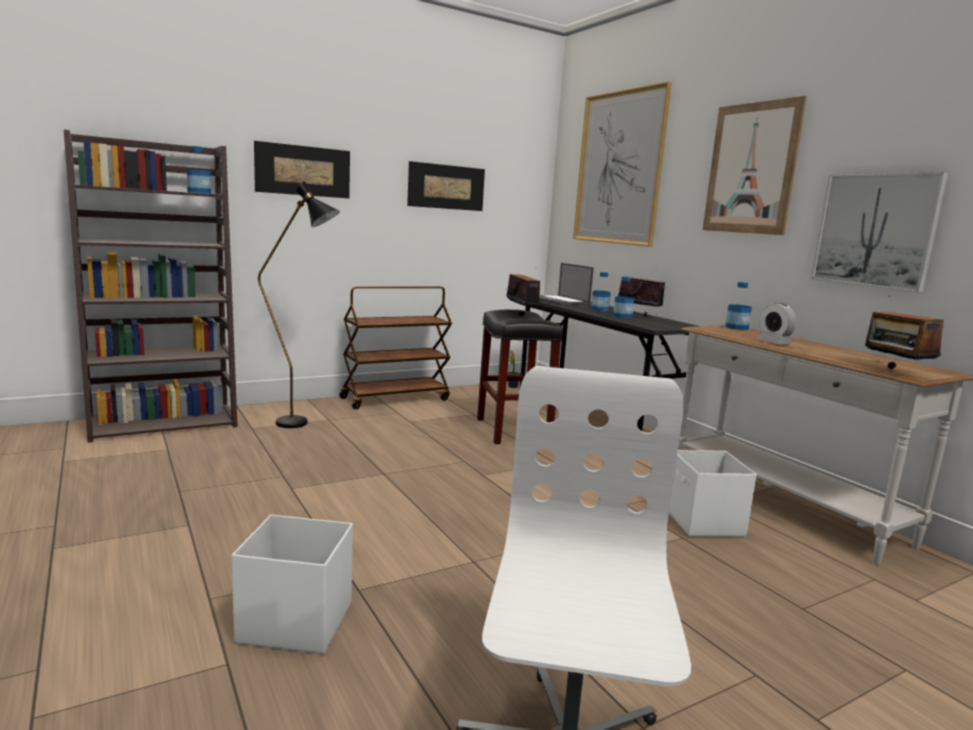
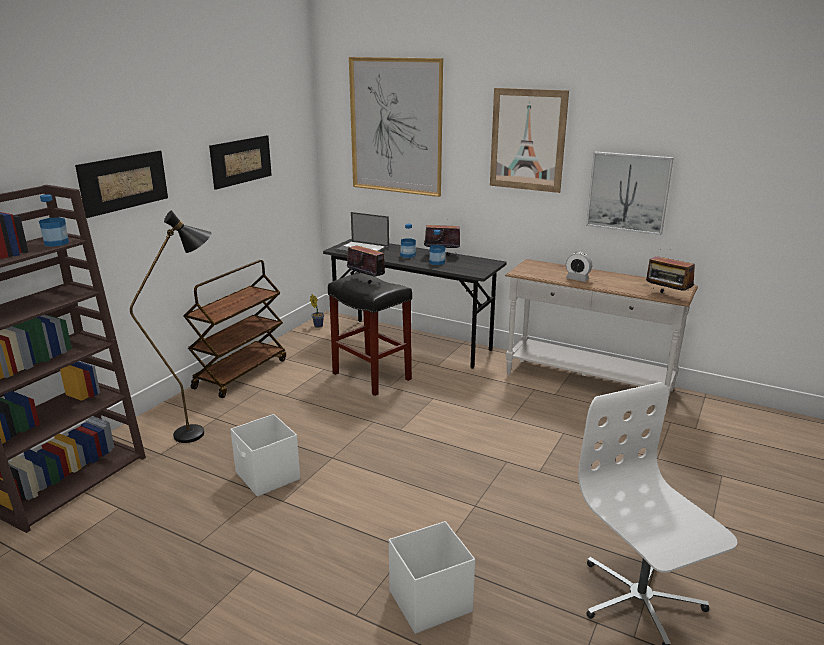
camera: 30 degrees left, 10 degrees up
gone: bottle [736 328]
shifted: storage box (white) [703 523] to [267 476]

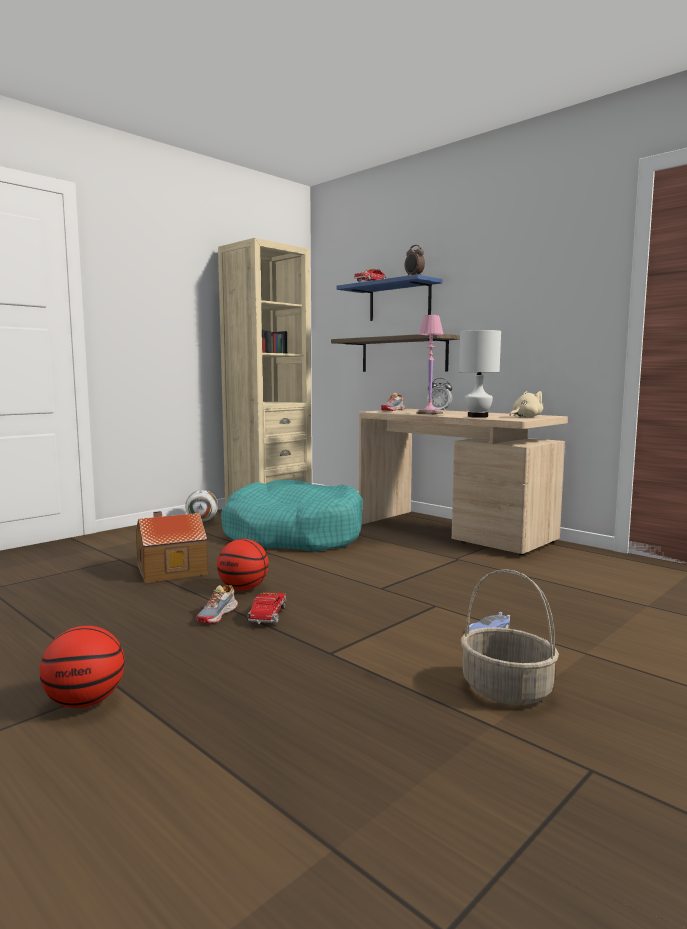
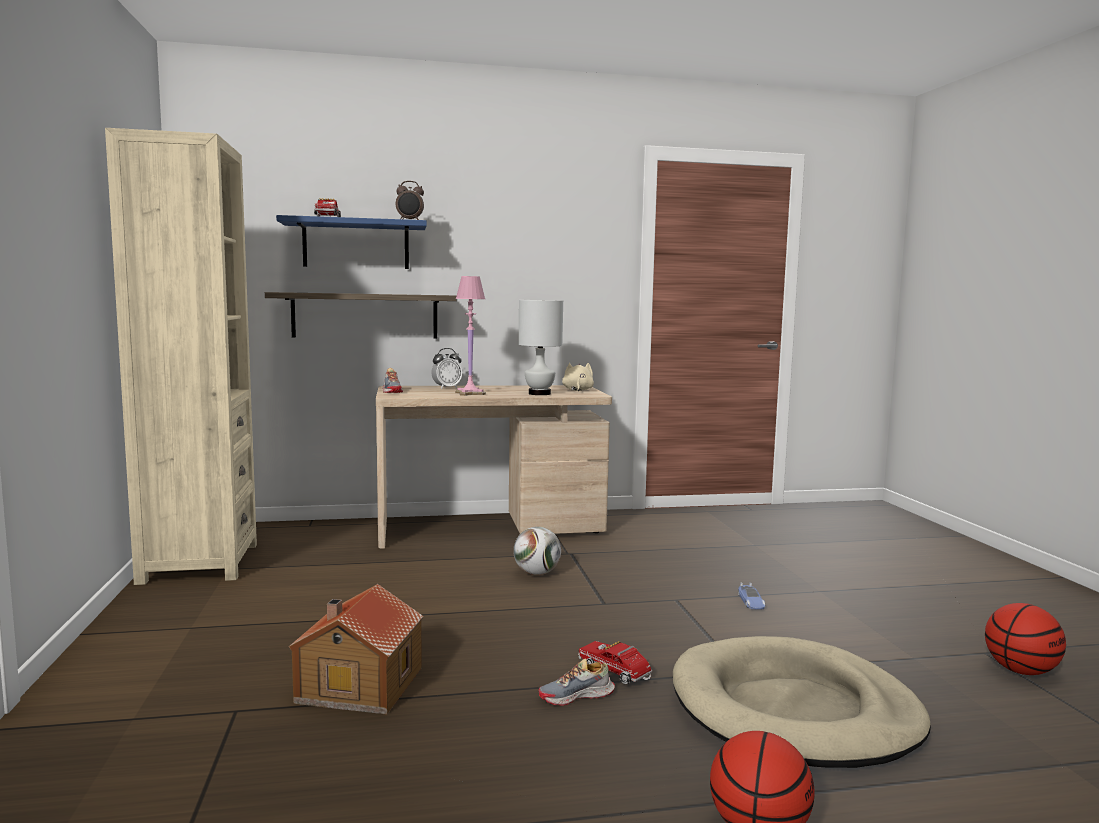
camera: 55 degrees left, 0 degrees up
gone: dog bed (turquoise) [293 535]; basket [505 689]
new: dog bed (beige) [794 710]
shifted: football [202 521] to [537 573]; basketball [243 588] to [1020 671]
rotated: shoe [218 615] = [577 696] 105 degrees clockwise

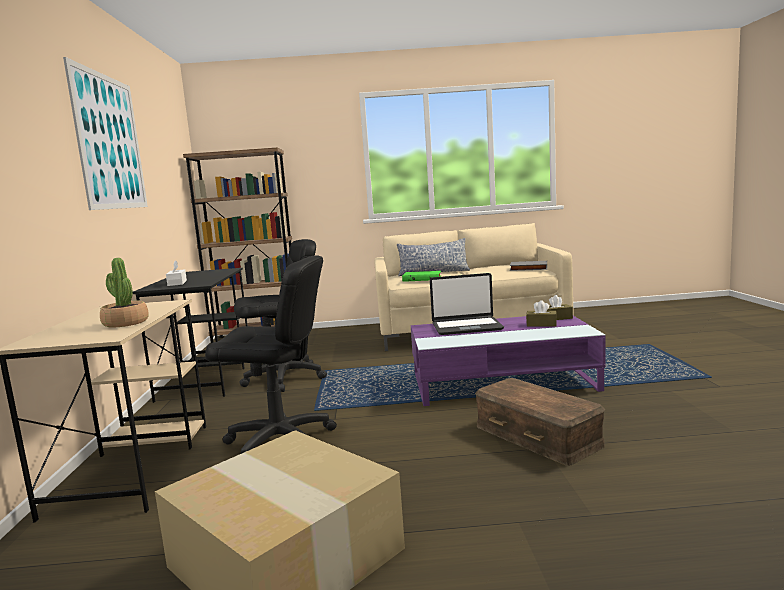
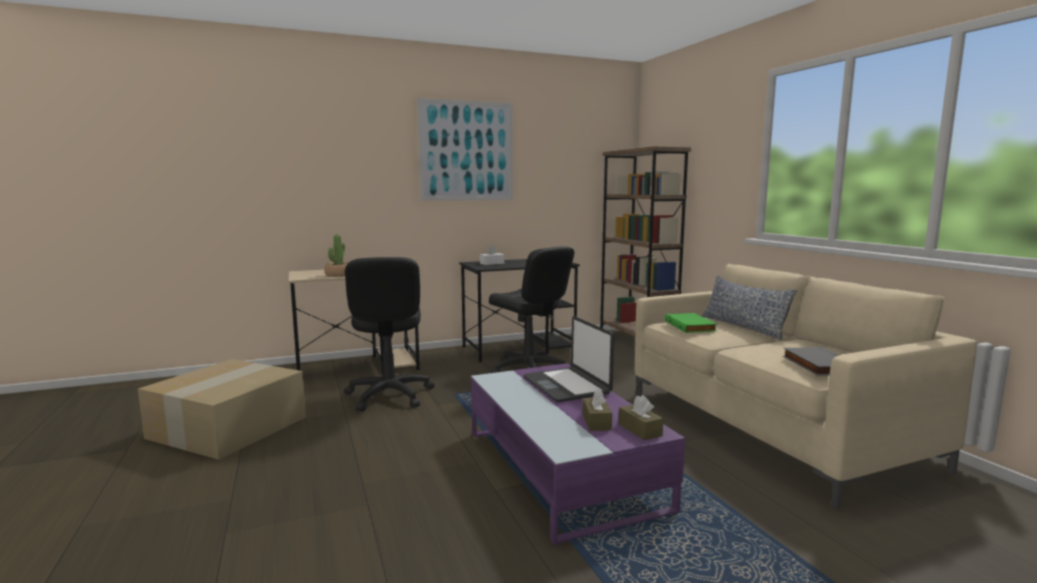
camera: 70 degrees right, 0 degrees up
gone: storage box (brown) [538 435]

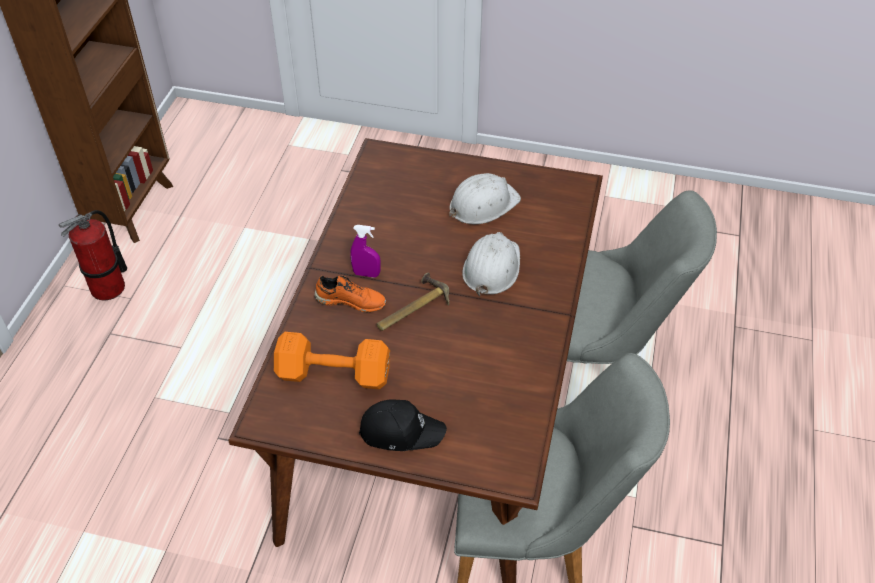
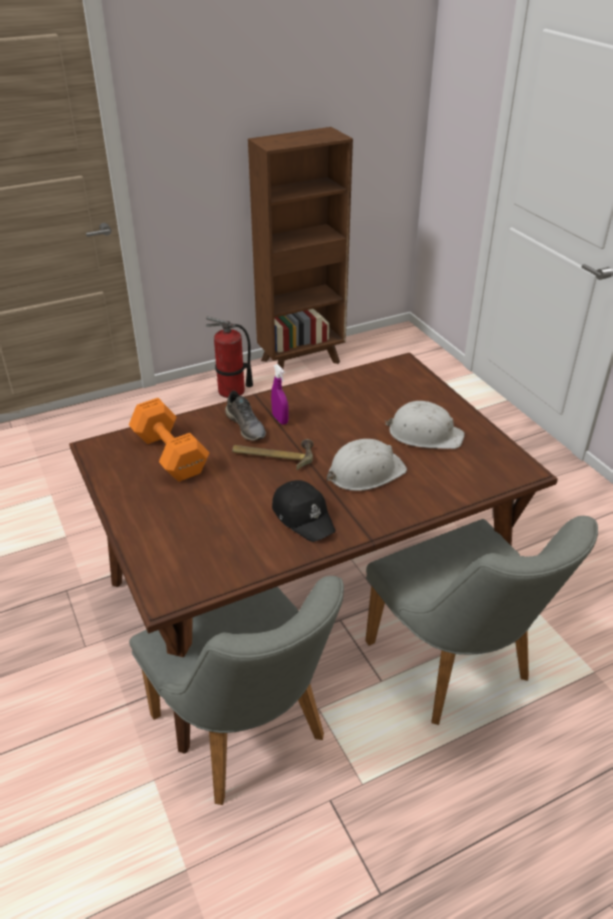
camera: 50 degrees right, 10 degrees down
shifted: cap (black) [400 431] to [303 516]
repainted: shoe (orange) [351 301] to shoe (grey) [246 426]

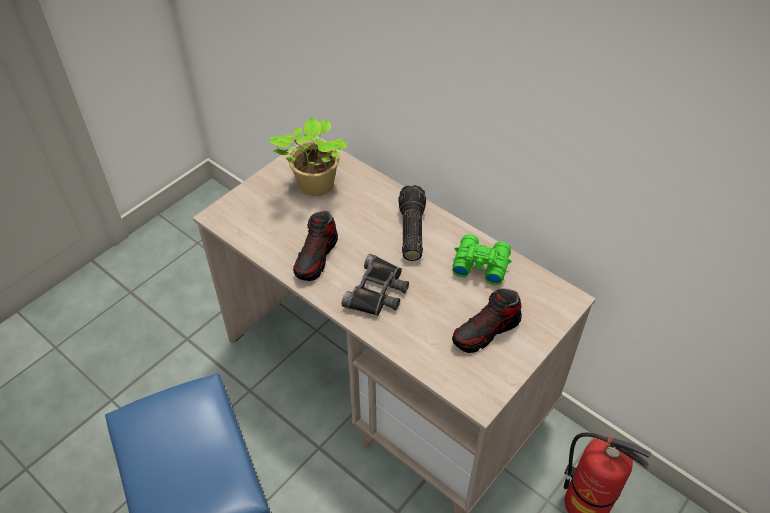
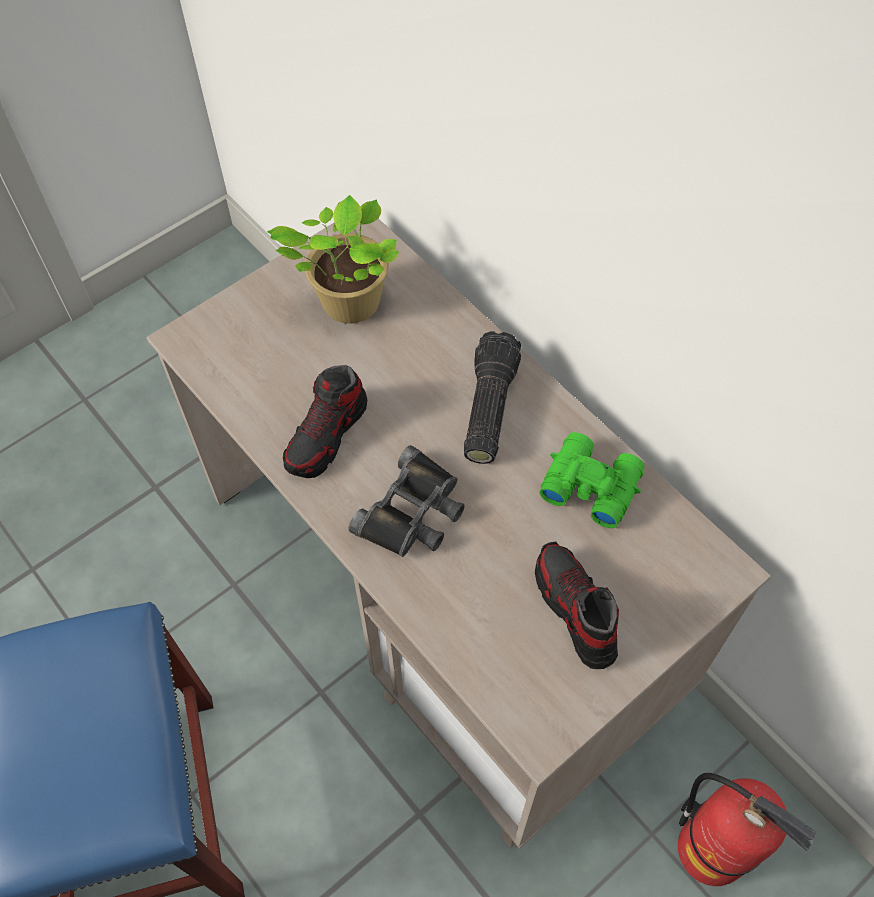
camera: 10 degrees right, 10 degrees up
rotated: shoe [486 331] = [575 610] 90 degrees clockwise

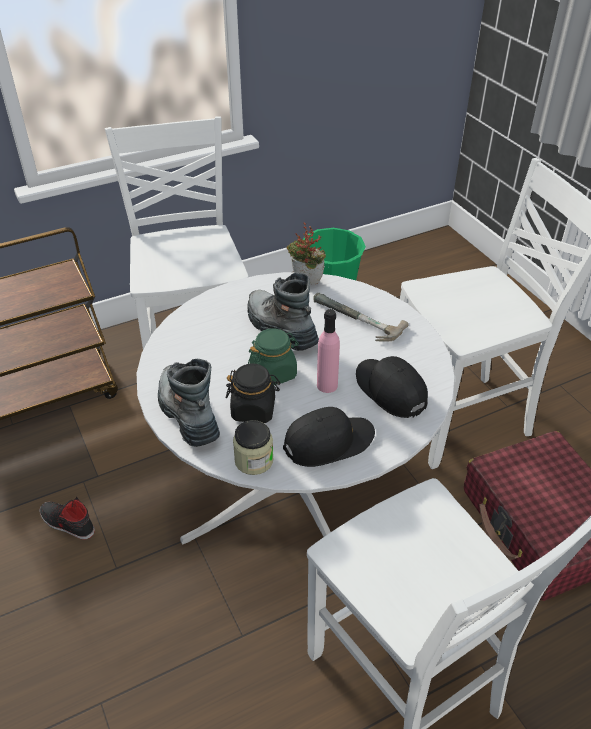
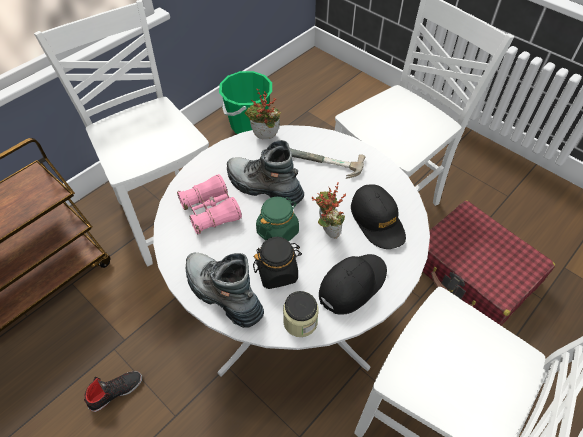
camera: 20 degrees left, 10 degrees up
new: binoculars (pink) [210 211]
swapped: bottle (pink) [327 385] to potted plant [326 231]
rotated: cap (black) [390 390] = [377 221] 150 degrees counterclockwise; shoe (black) [67 523] = [116 391] 135 degrees clockwise

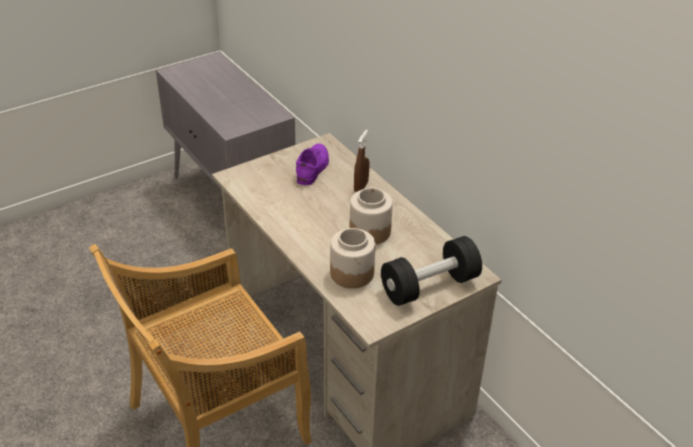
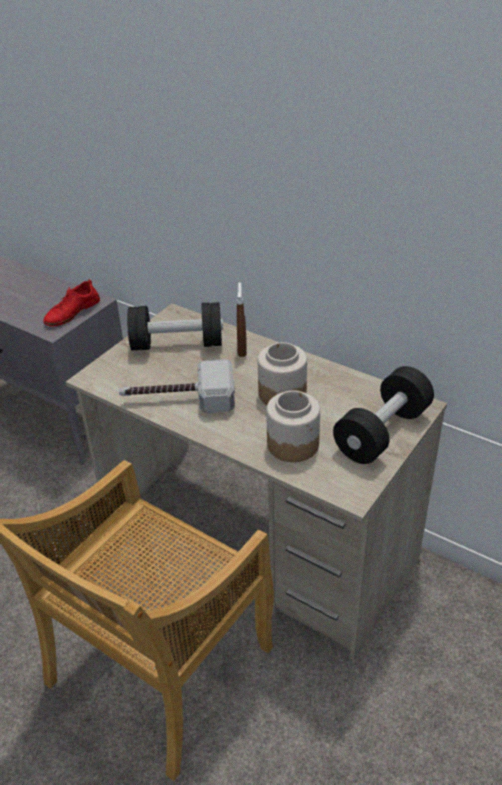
camera: 20 degrees left, 0 degrees up
new: shoe (red) [72 312]; hammer [178 399]
swapped: shoe (purple) [312 168] to dumbbell (black) [177 344]

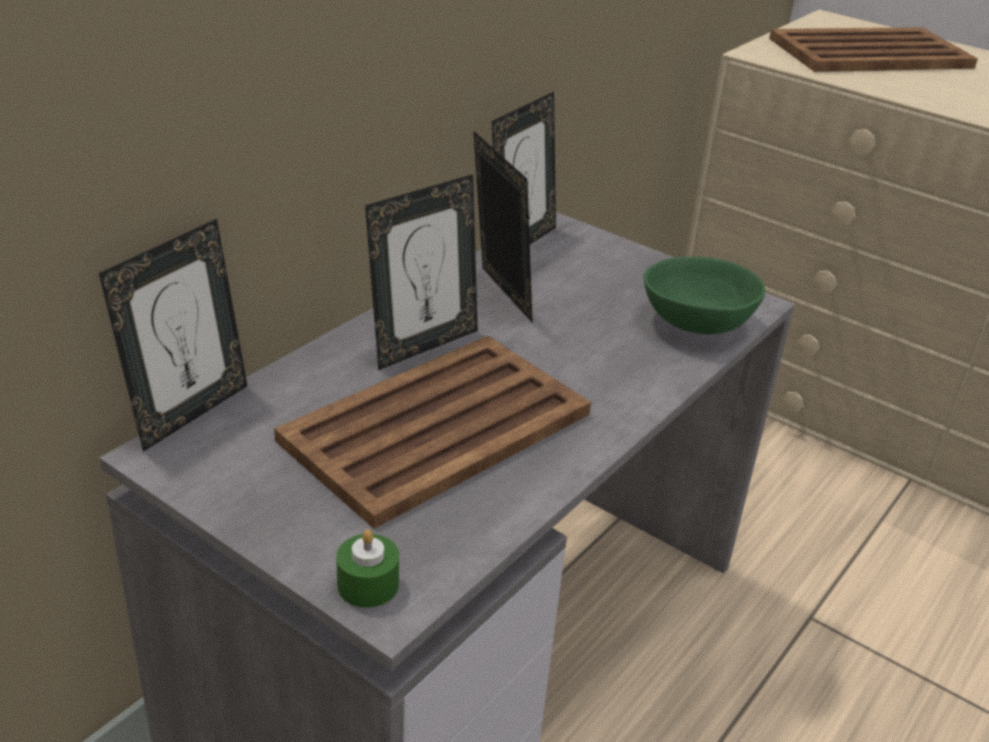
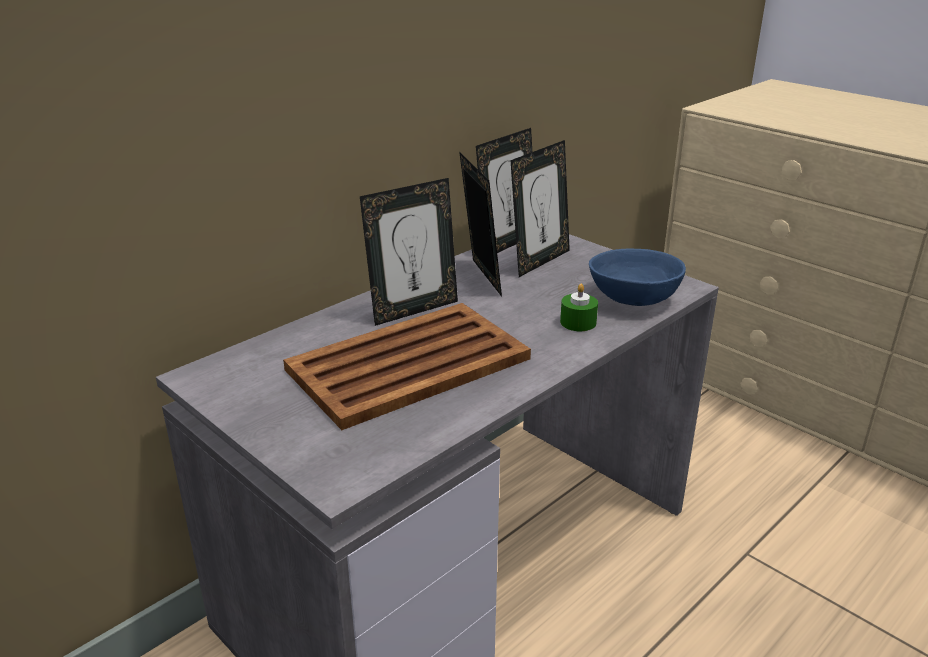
camera: 10 degrees right, 5 degrees down
gone: tray (brown) [872 53]
shifted: picture frame [189 413] to [539 261]; candle (green) [368 584] to [578 322]
repainted: bowl (green) [699 323] to bowl (blue) [635 299]

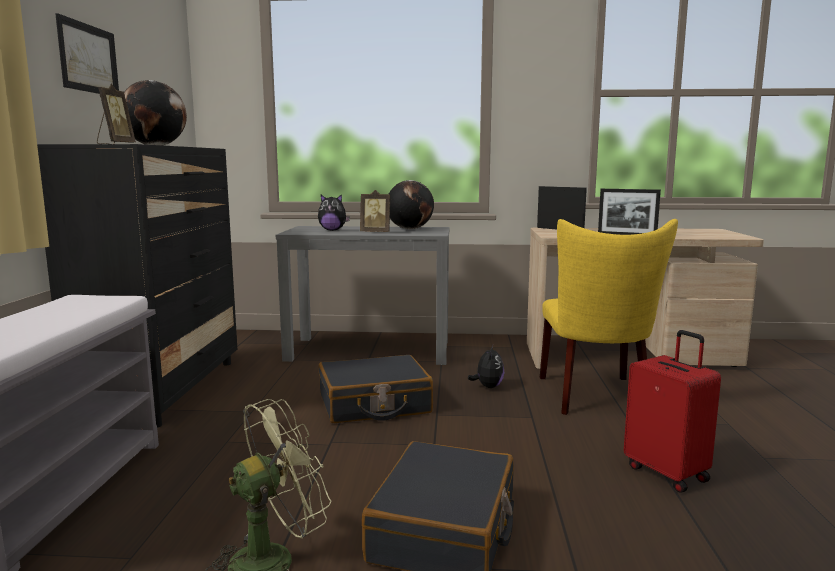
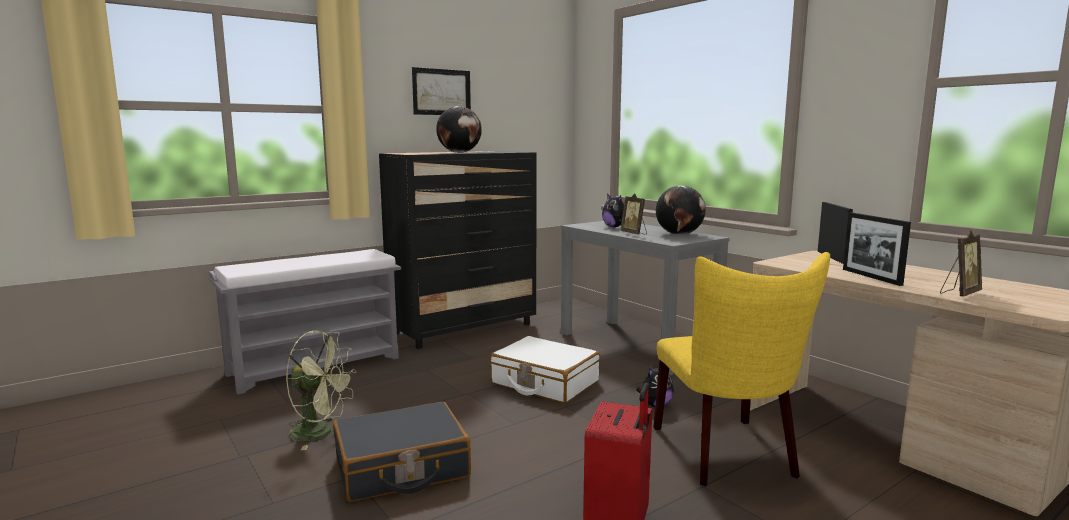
camera: 50 degrees right, 0 degrees up
shifted: picture frame [115 144] to [959 293]
repainted: suitcase (black) [374 404] to suitcase (white) [544 383]
rotated: chair (yellow) [596 398] = [728 455] 60 degrees counterclockwise

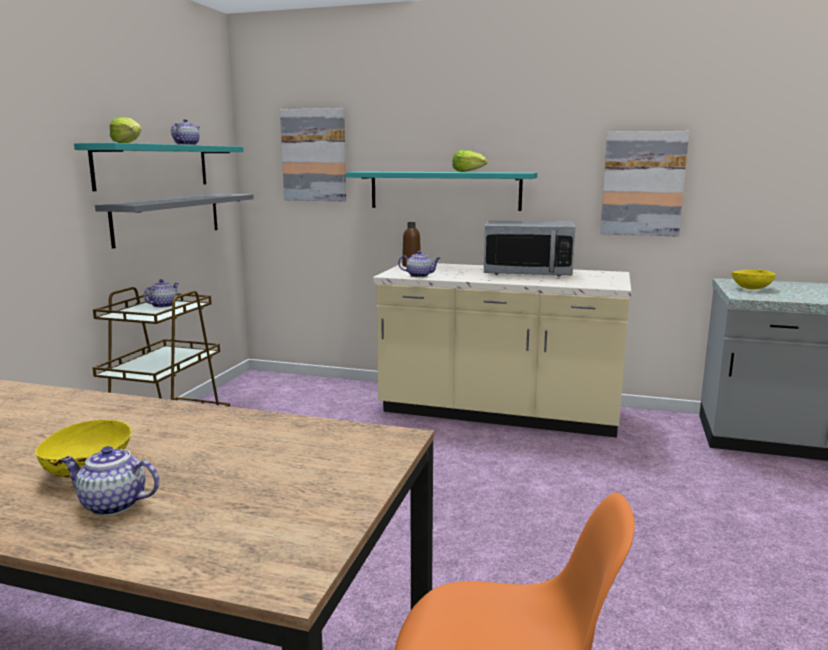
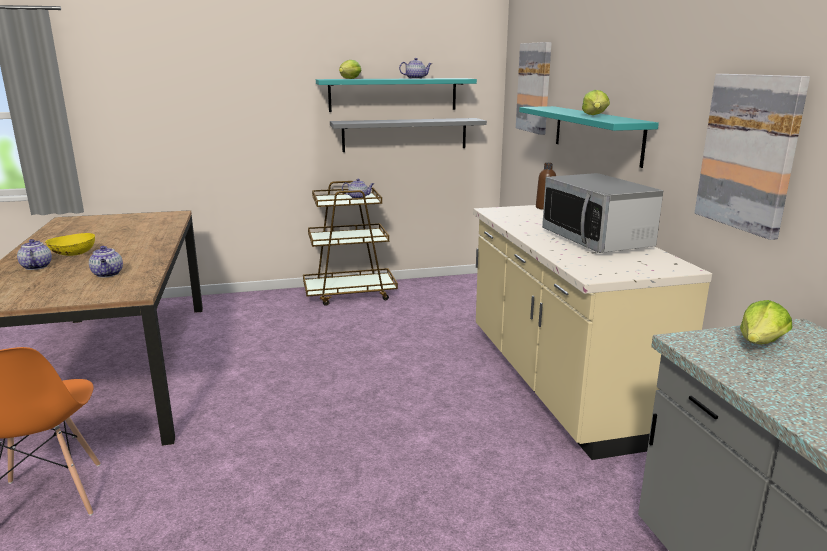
camera: 60 degrees right, 5 degrees up
shifted: teapot [419 275] to [108 274]
swapped: bowl (yellow) [751 288] to lettuce [760 343]

